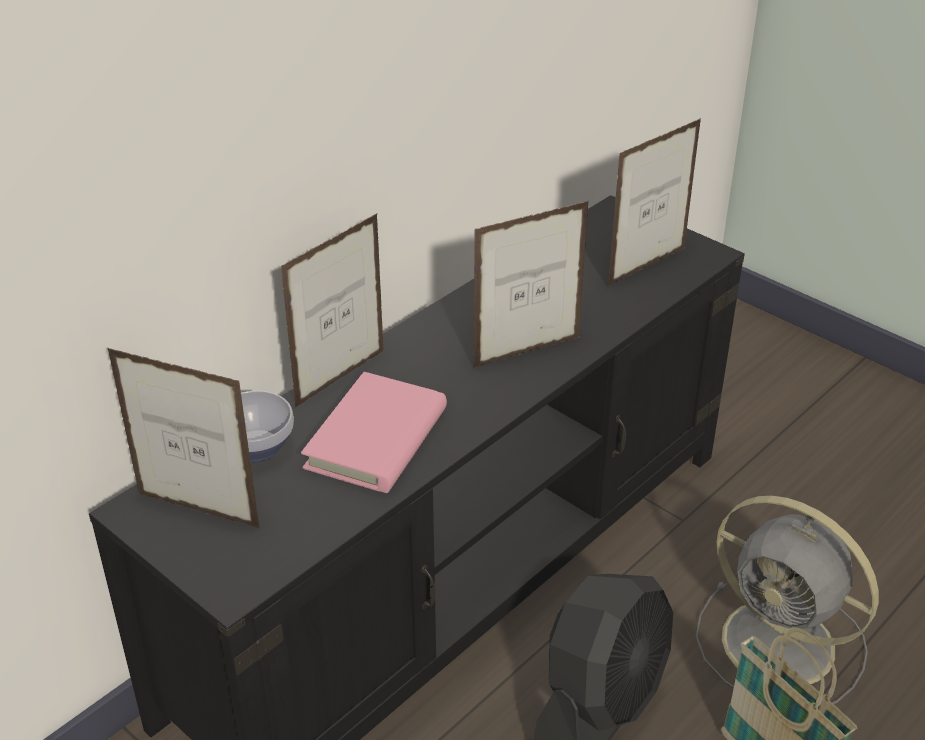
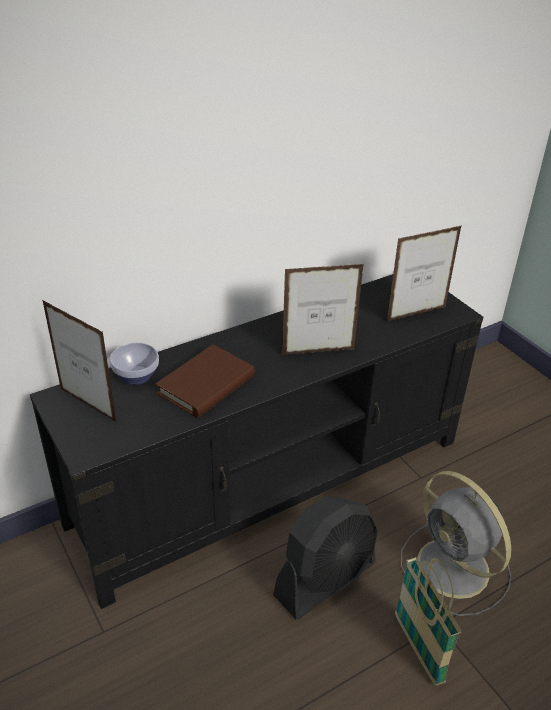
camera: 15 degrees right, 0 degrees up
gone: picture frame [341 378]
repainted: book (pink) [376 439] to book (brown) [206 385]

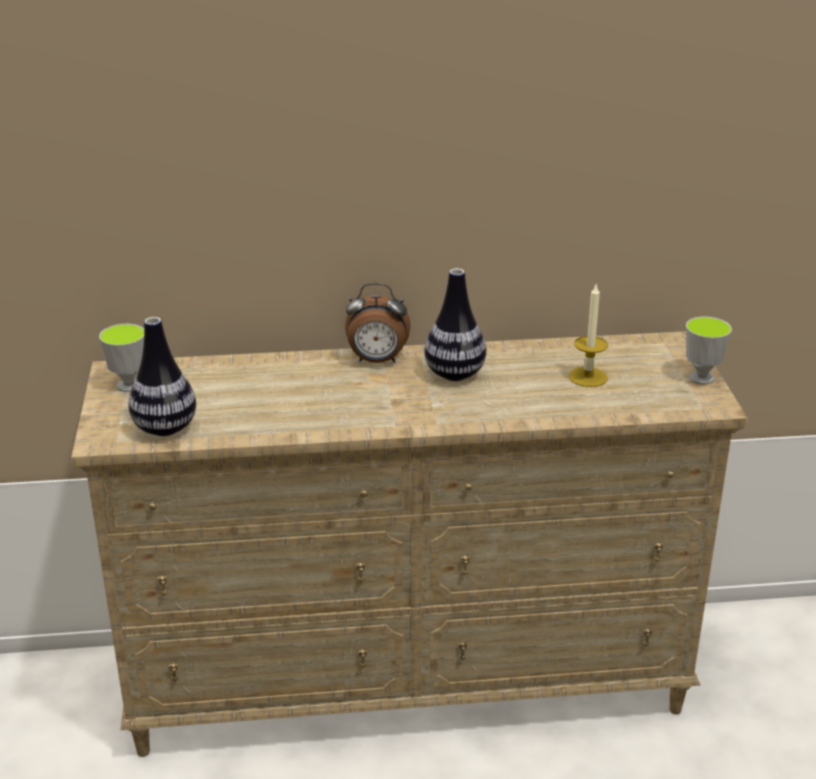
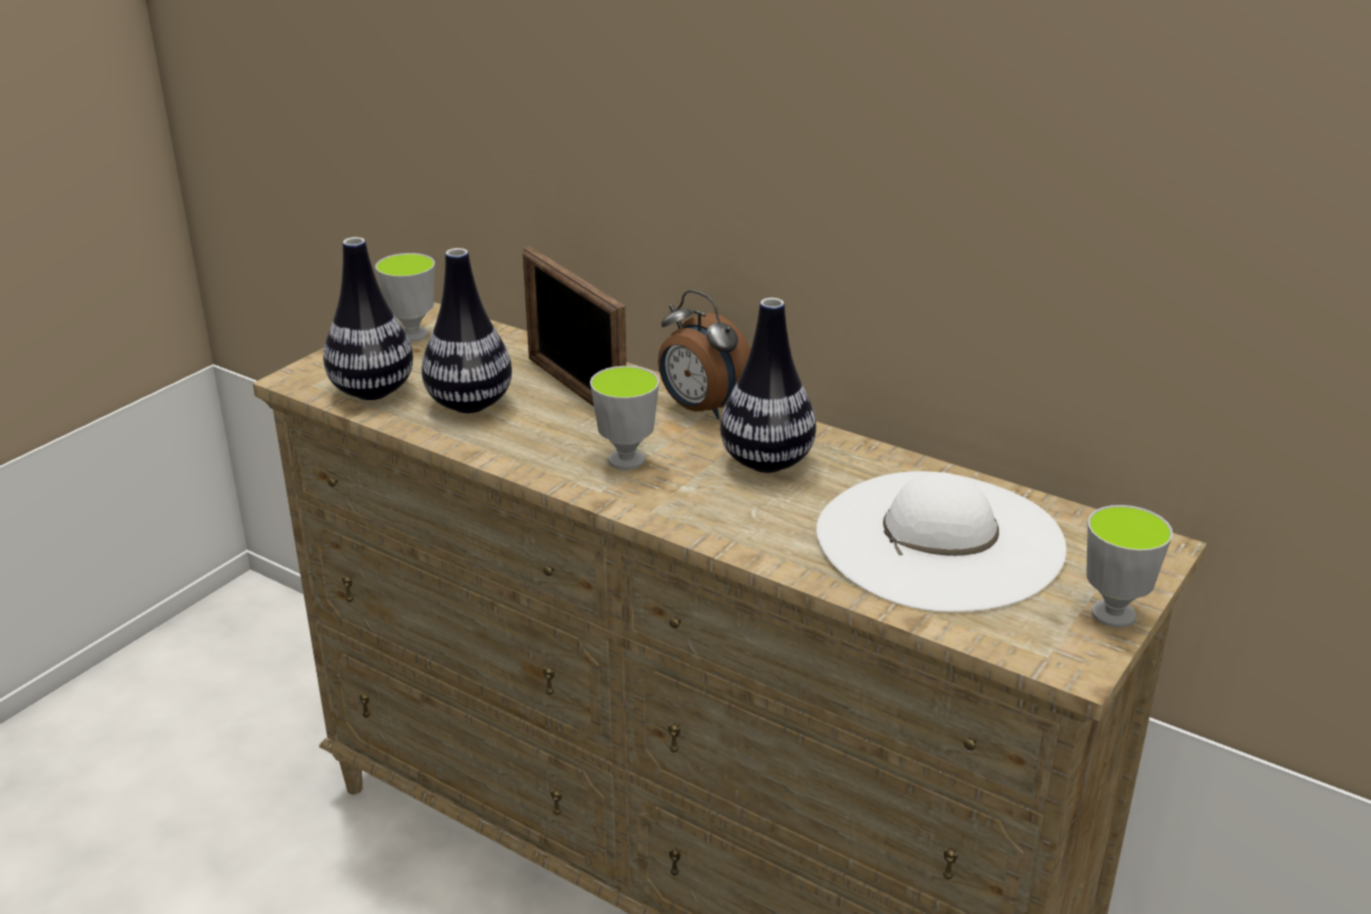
camera: 40 degrees right, 0 degrees up
new: picture frame [575 391]; vase [470 404]; cup [626 460]
swapped: candle [588 377] to hat (white) [939 539]

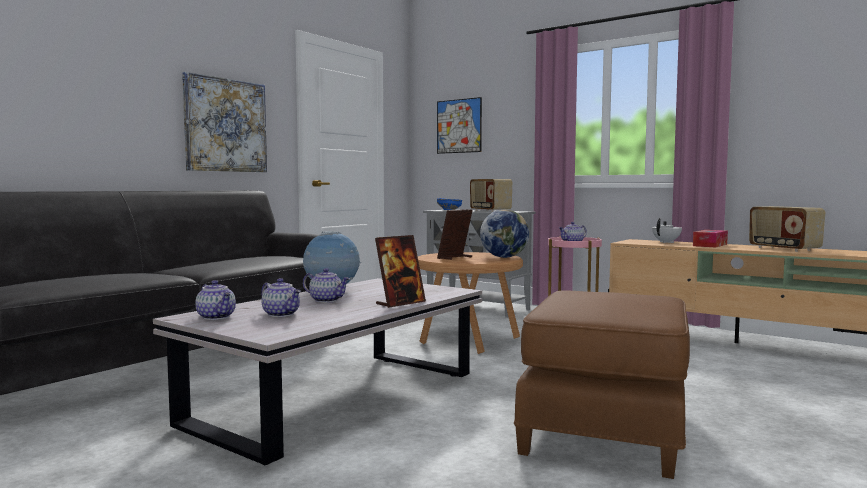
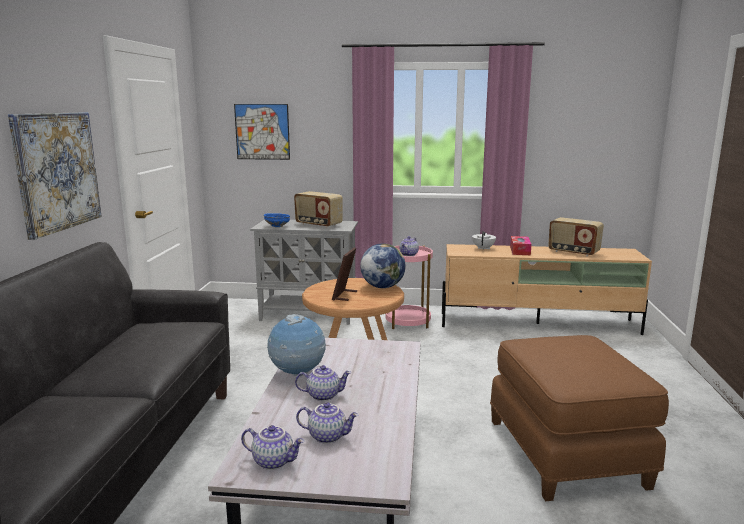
camera: 30 degrees left, 10 degrees up
gone: picture frame [400 303]

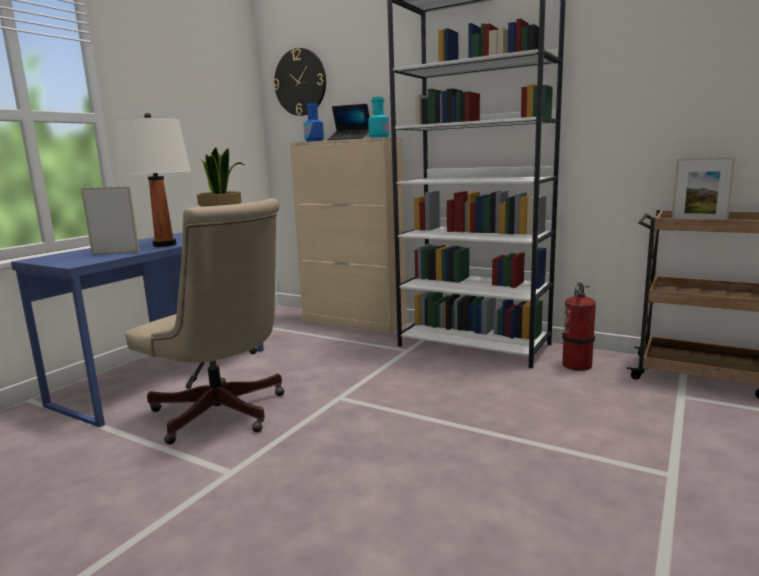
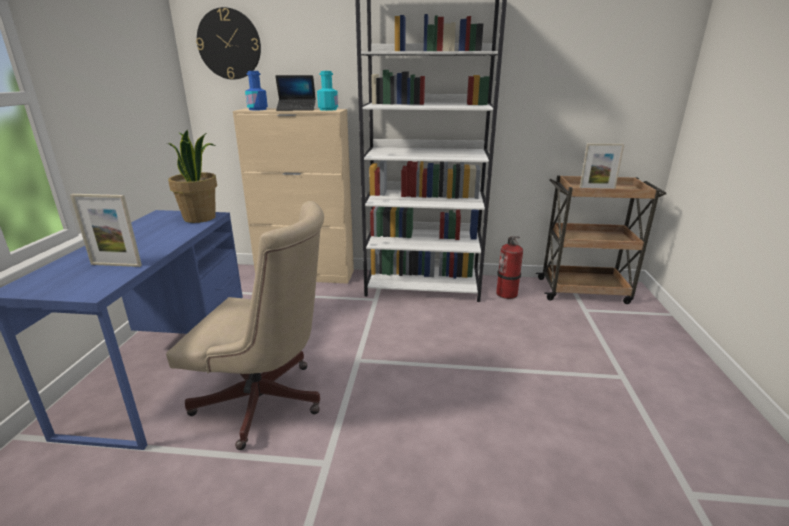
camera: 25 degrees left, 10 degrees up
gone: table lamp (white) [164 245]
rotated: picture frame [115 253] = [116 265] 150 degrees counterclockwise

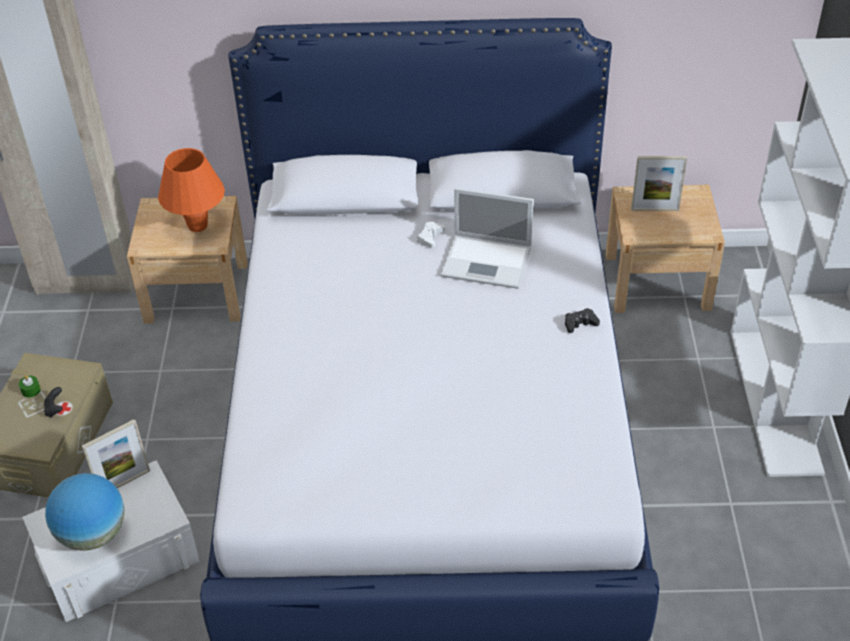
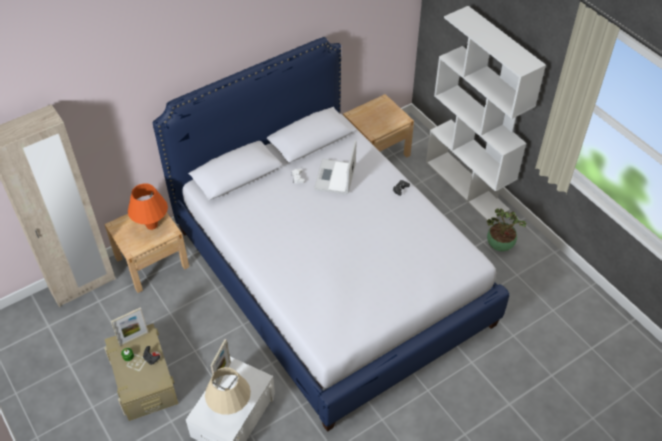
camera: 35 degrees left, 5 degrees up
new: potted plant [500 246]
shifted: picture frame [655 209] to [133 338]
swapped: globe [92 534] to table lamp (beige) [230 407]
rotated: laptop [488 262] = [335 178] 120 degrees clockwise

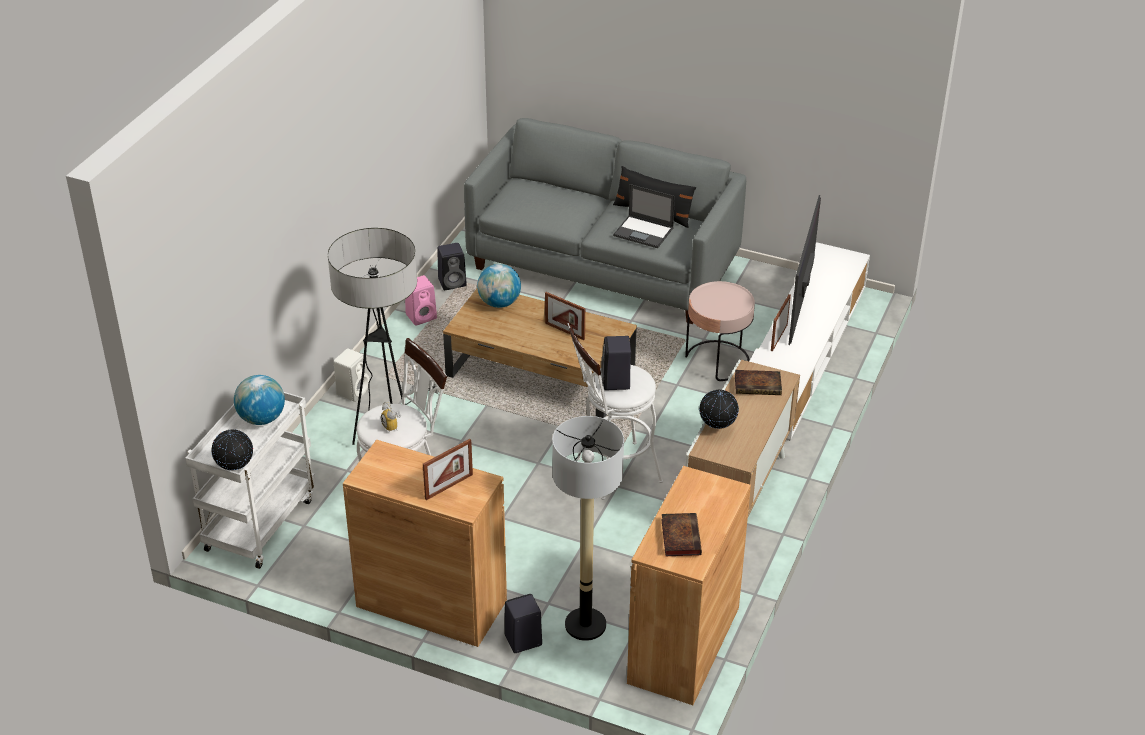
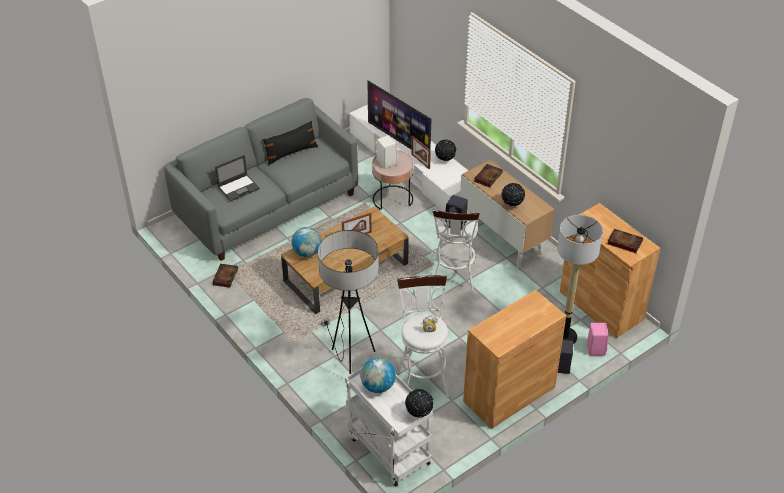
camera: 60 degrees left, 5 degrees up
gone: picture frame [449 486]
new: globe [445 160]
shifted: laptop [644 232] to [238 187]; speaker (pink) [422 316] to [595 348]; speaker (white) [353 391] to [386 162]
swapped: speaker (black) [453 282] to book [225 276]

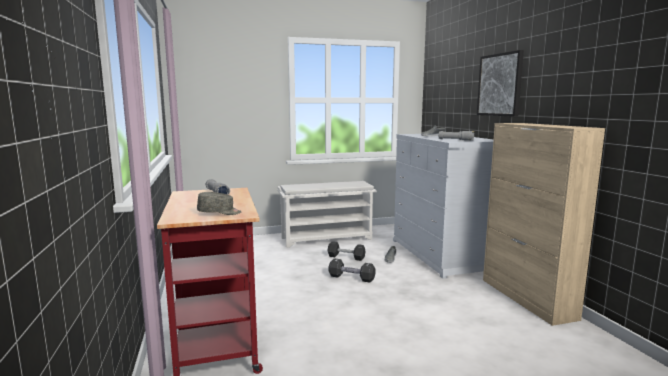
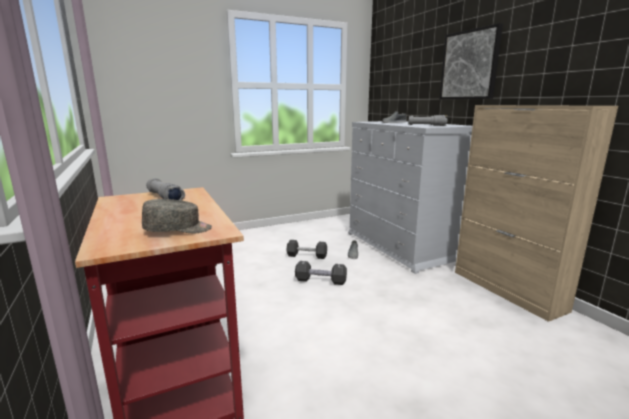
camera: 10 degrees left, 5 degrees up
gone: shoe rack (white) [327 238]

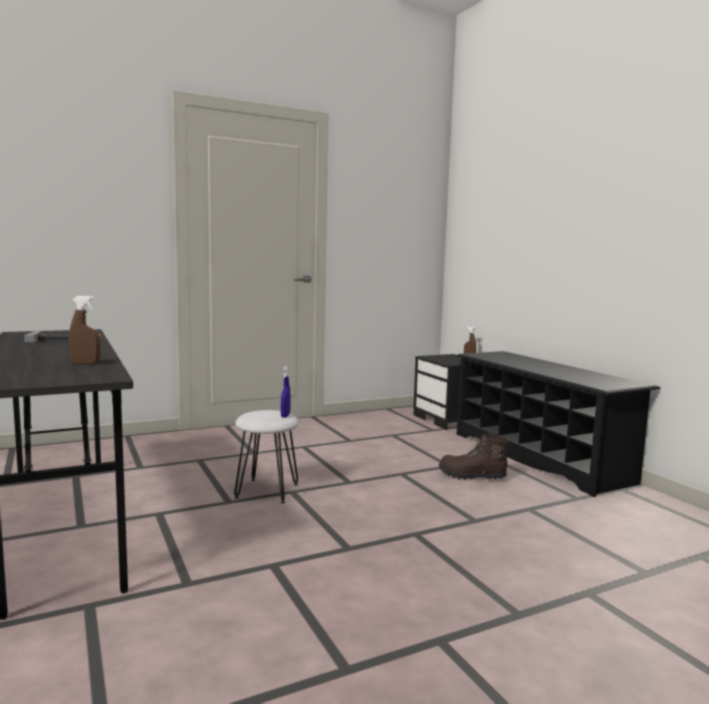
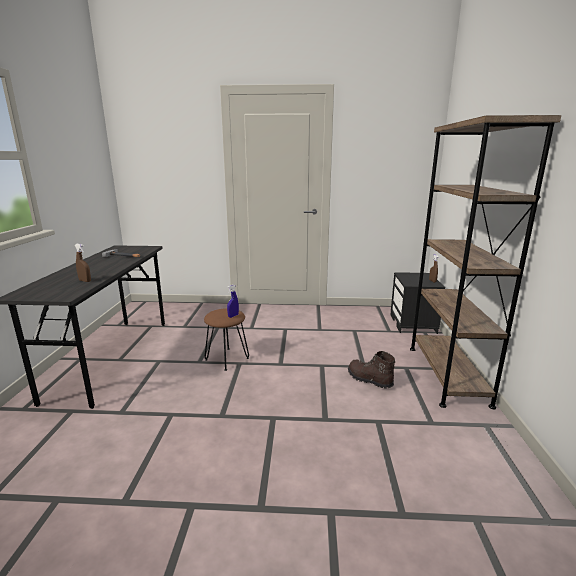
camera: 30 degrees right, 10 degrees up
swapped: shoe rack (black) [539 457] to bookcase (brown) [447 374]
repainted: stool (white) [266 490] to stool (brown) [226 358]

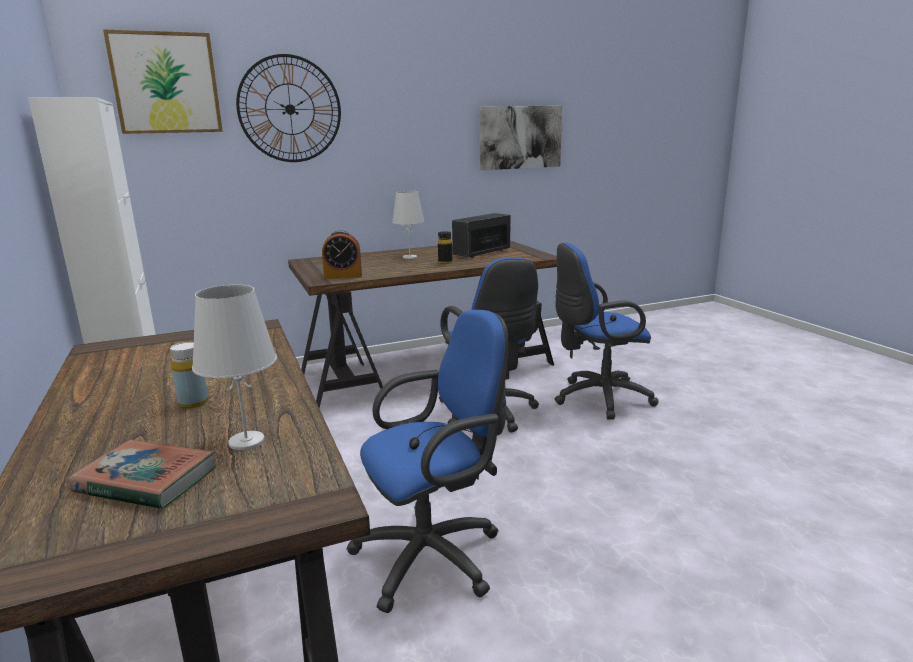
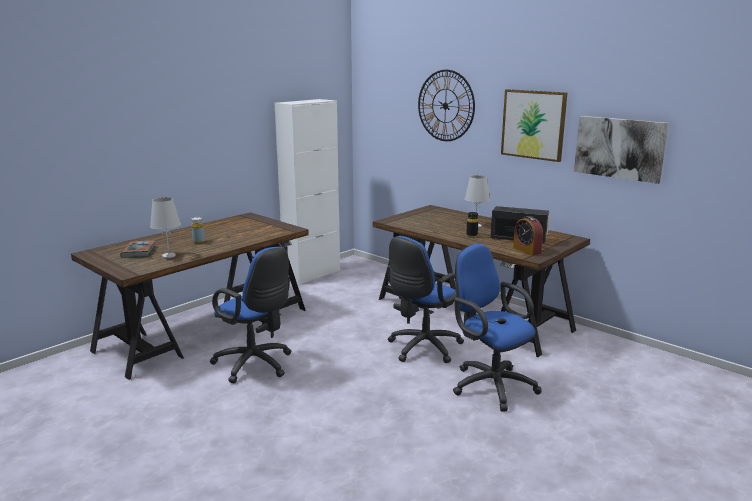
camera: 65 degrees right, 0 degrees up
shifted: picture [166 83] to [533 124]; alarm clock [343 276] to [527 250]

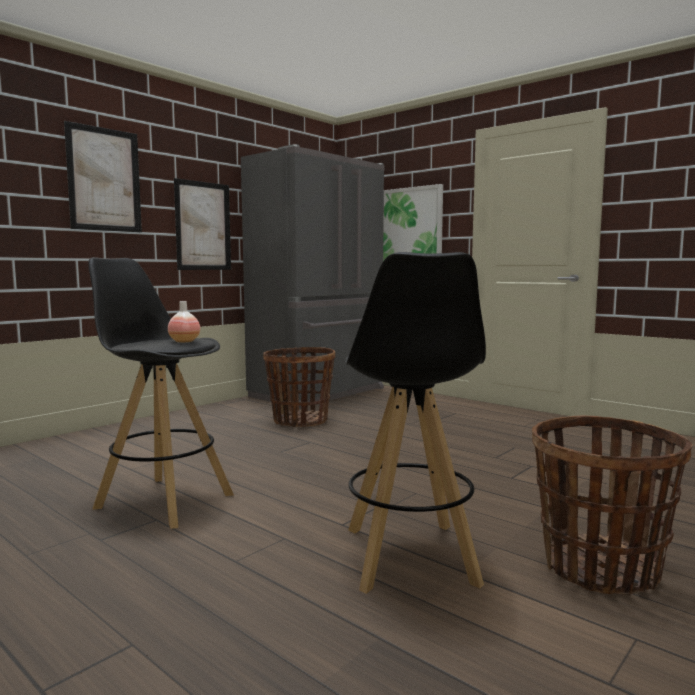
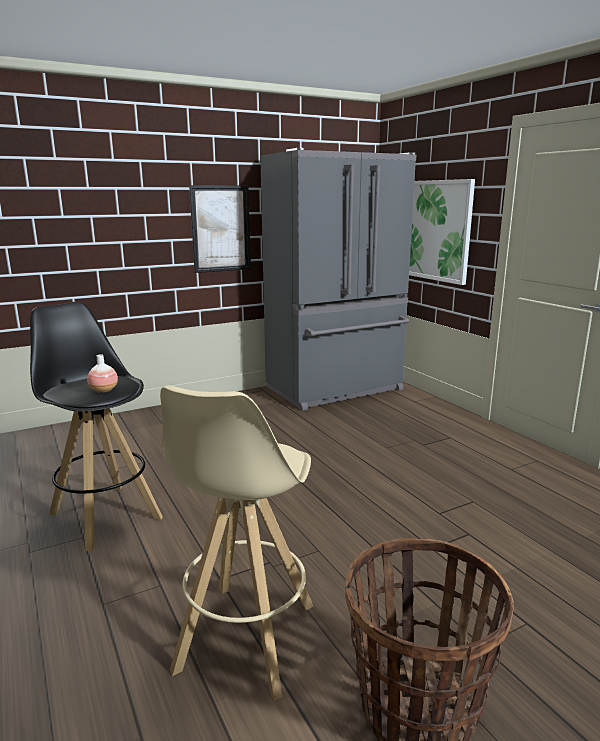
camera: 20 degrees right, 10 degrees up
gone: picture [104 180]; basket [299 421]
repainted: stool (black) [409 556] to stool (beige) [245 638]

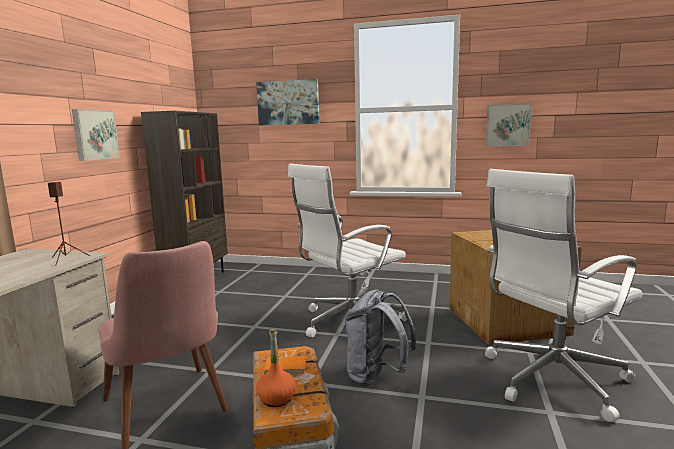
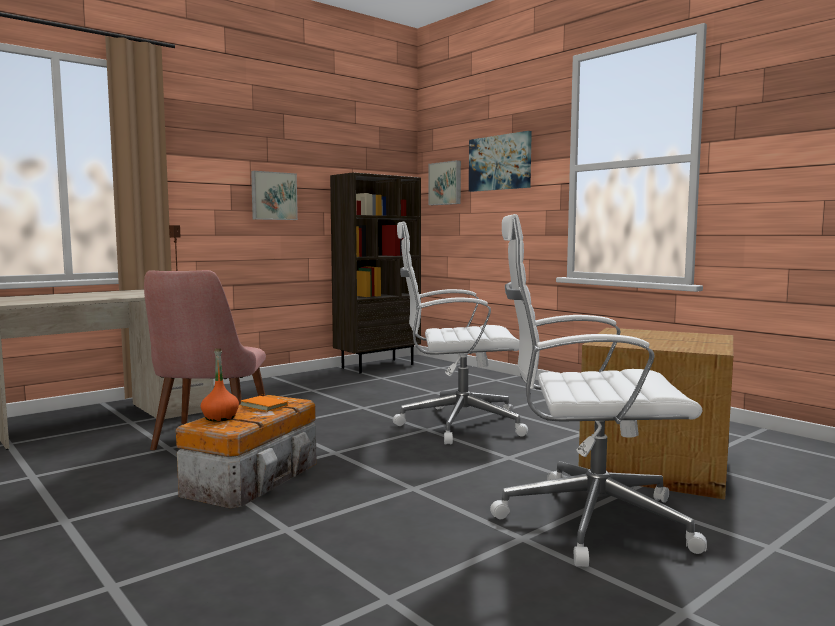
camera: 35 degrees right, 5 degrees down
gone: backpack (grey) [377 377]
shifted: picture [507 125] to [446 183]

